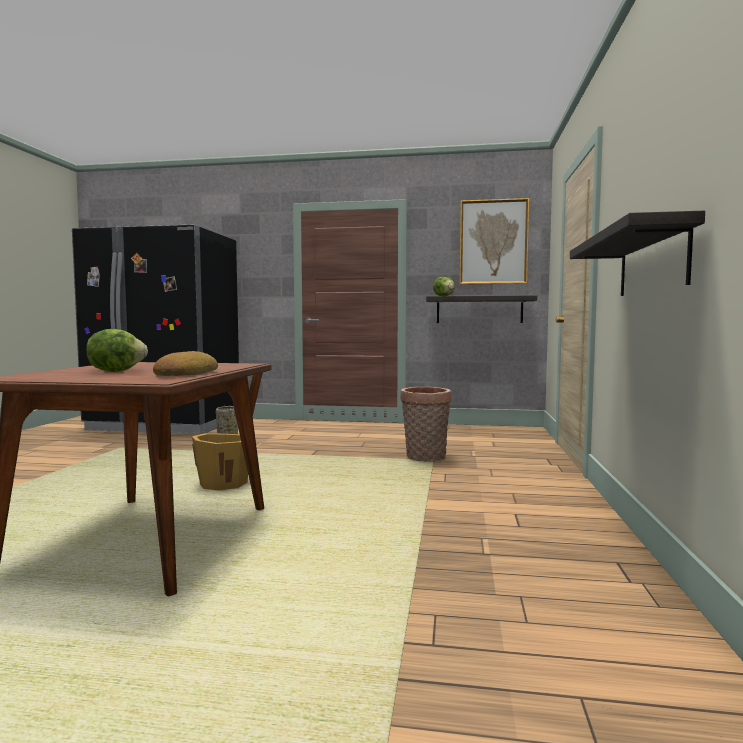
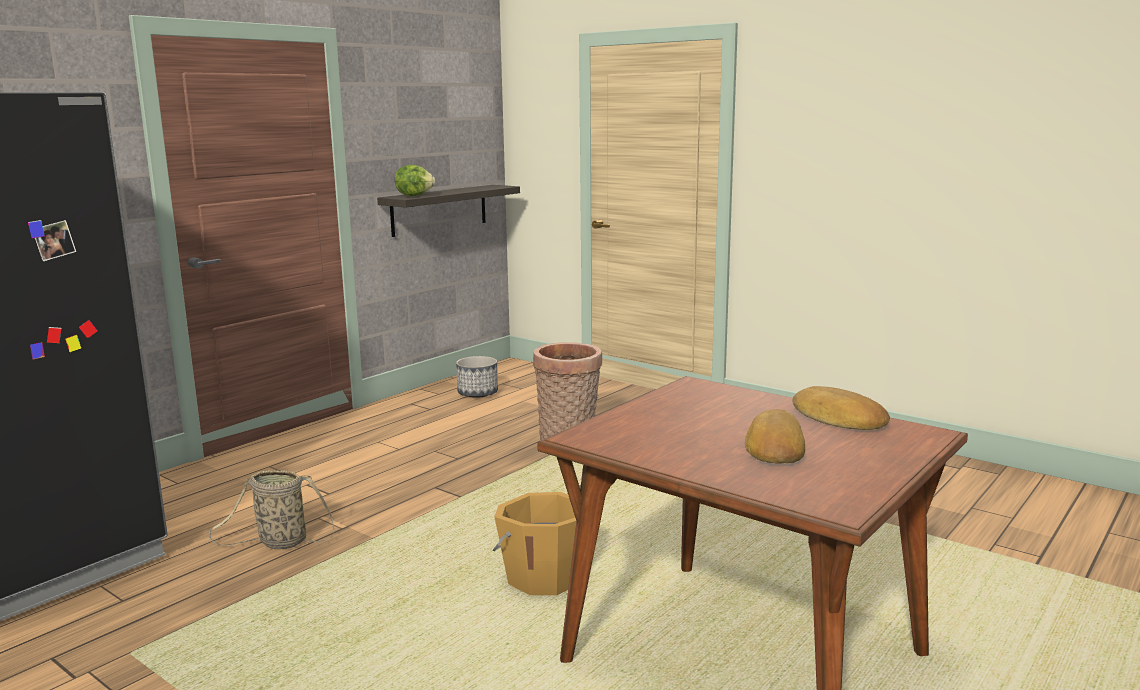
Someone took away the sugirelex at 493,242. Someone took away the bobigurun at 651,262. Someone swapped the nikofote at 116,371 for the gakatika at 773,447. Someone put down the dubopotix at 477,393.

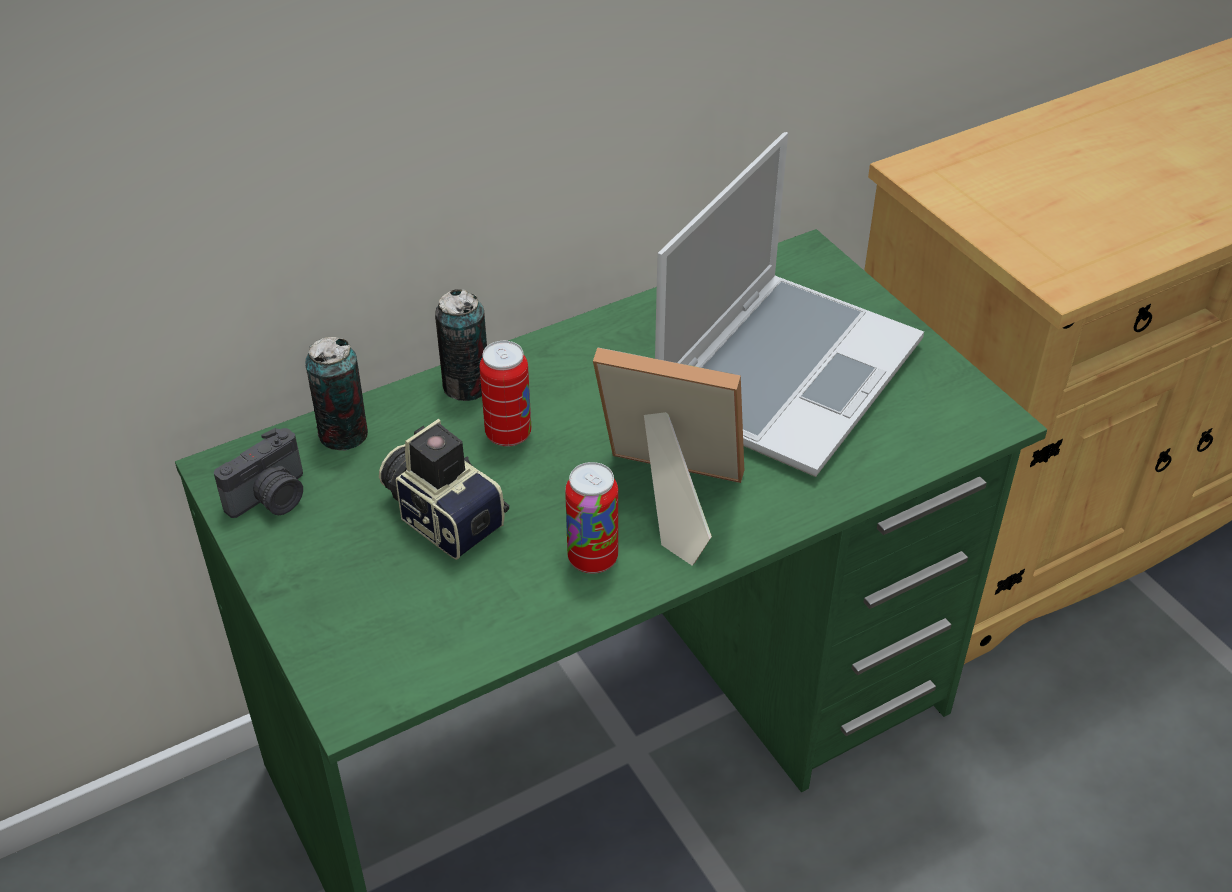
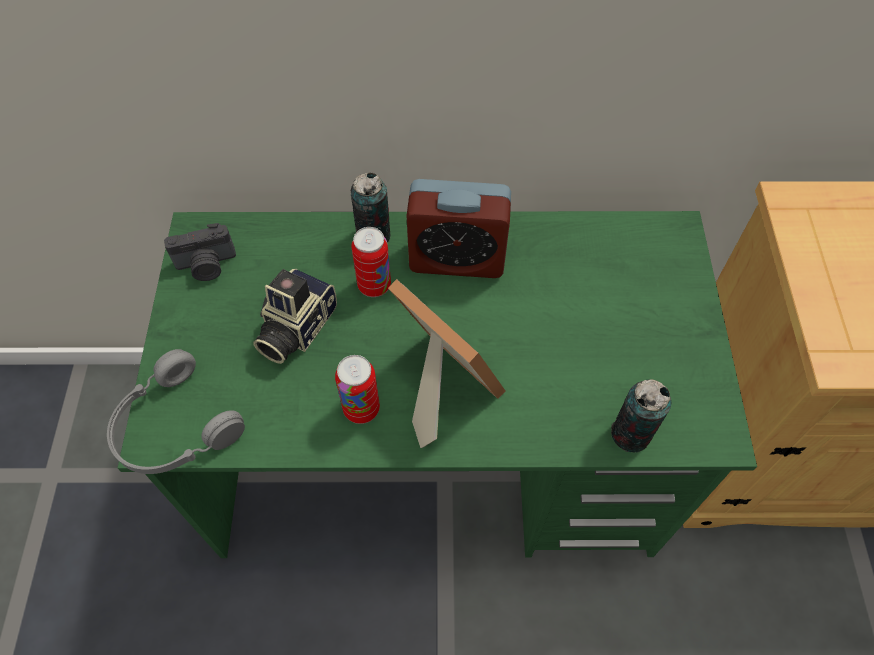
Someone took away the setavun at 786,373. Someone carried the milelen from 343,434 to 630,434. Someone rotated the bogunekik at 444,515 by 135 degrees counterclockwise. Someone put down the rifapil at 457,259. Someone put down the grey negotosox at 173,429.

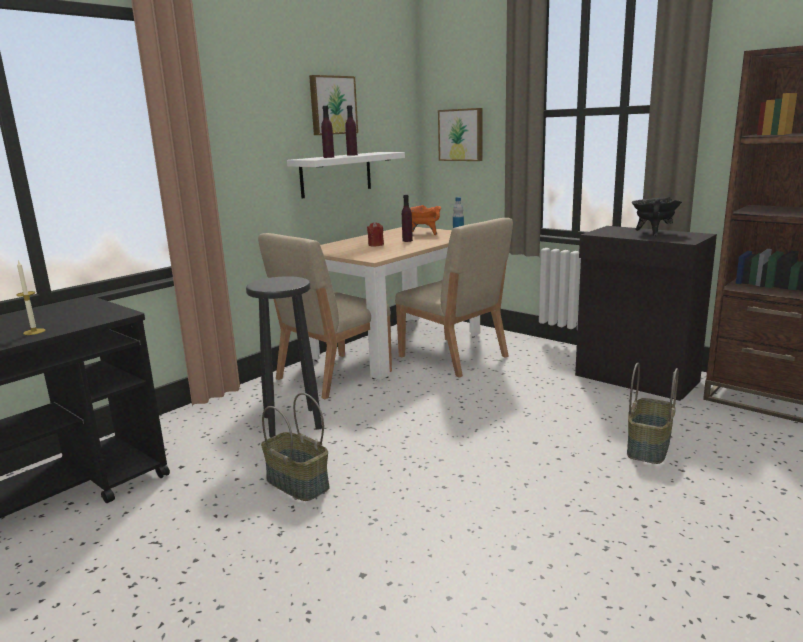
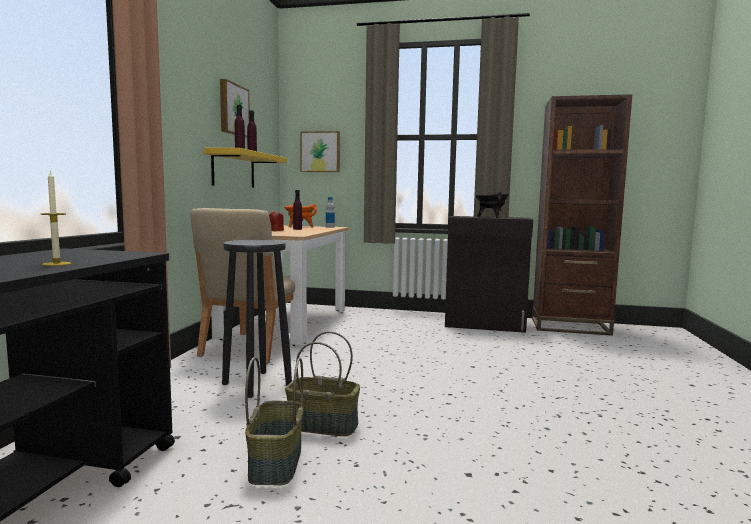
Someone repainted the white bobigurun at 336,174, which became the yellow bobigurun at 233,170. Someone took away the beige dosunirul at 453,357. Someone carried the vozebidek from 649,447 to 277,463.

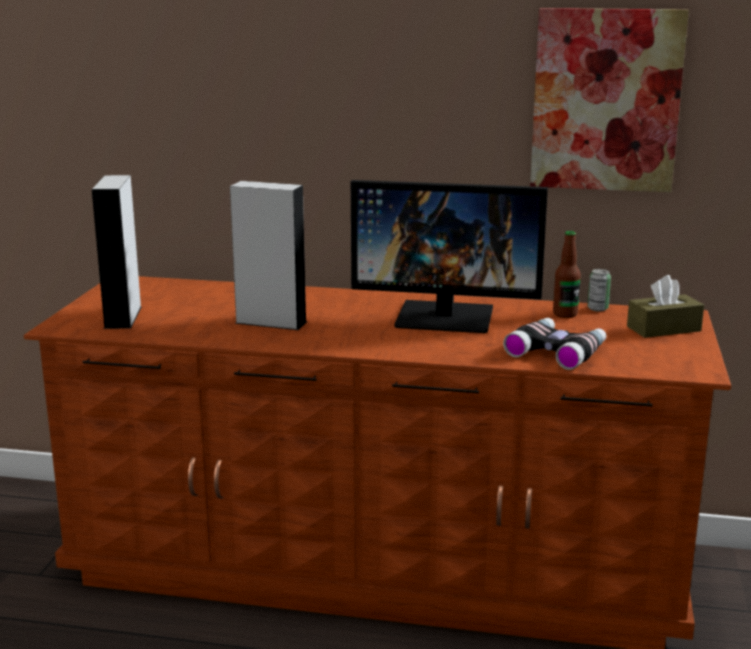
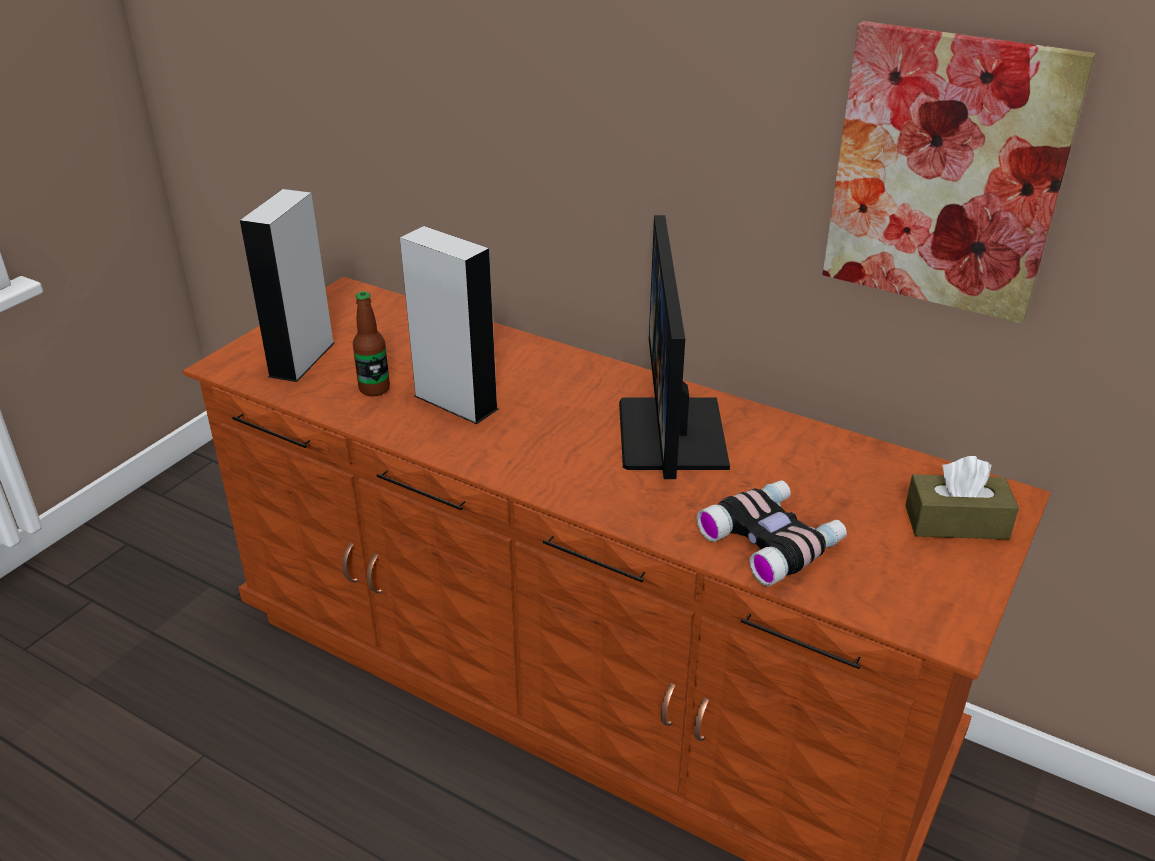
Someone rotated the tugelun at 446,317 by 60 degrees clockwise. Someone carried the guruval from 565,314 to 374,389. Someone took away the milelen at 597,309.

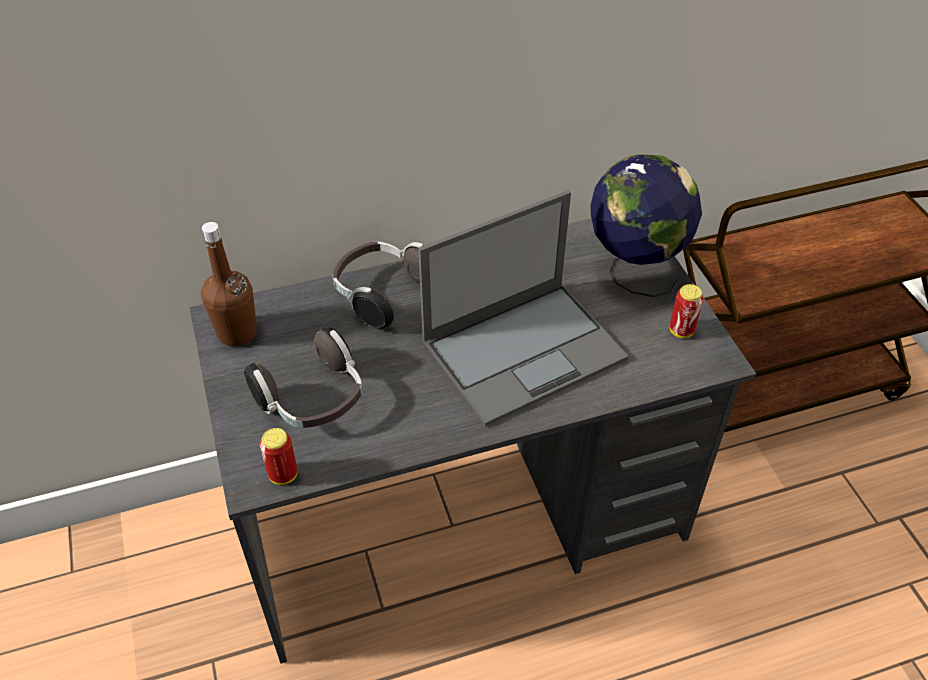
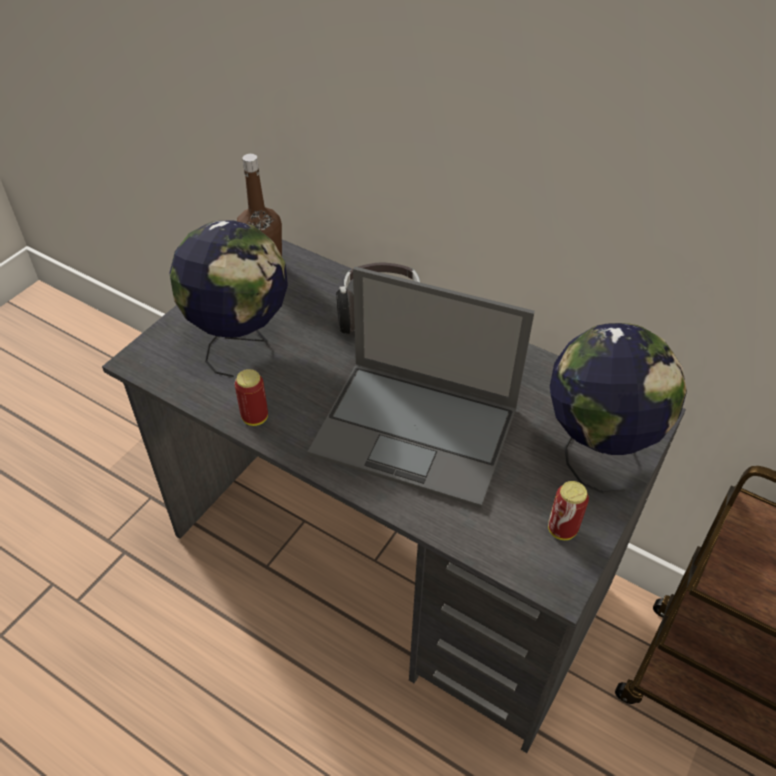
Someone swapped the negotosox at 313,400 for the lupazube at 240,343. Someone carried the milelen from 283,475 to 255,417.

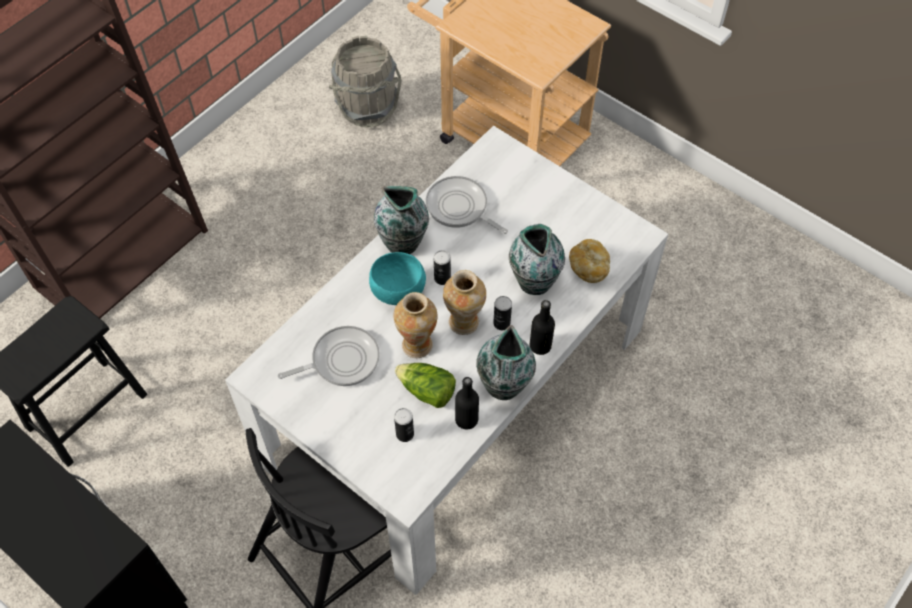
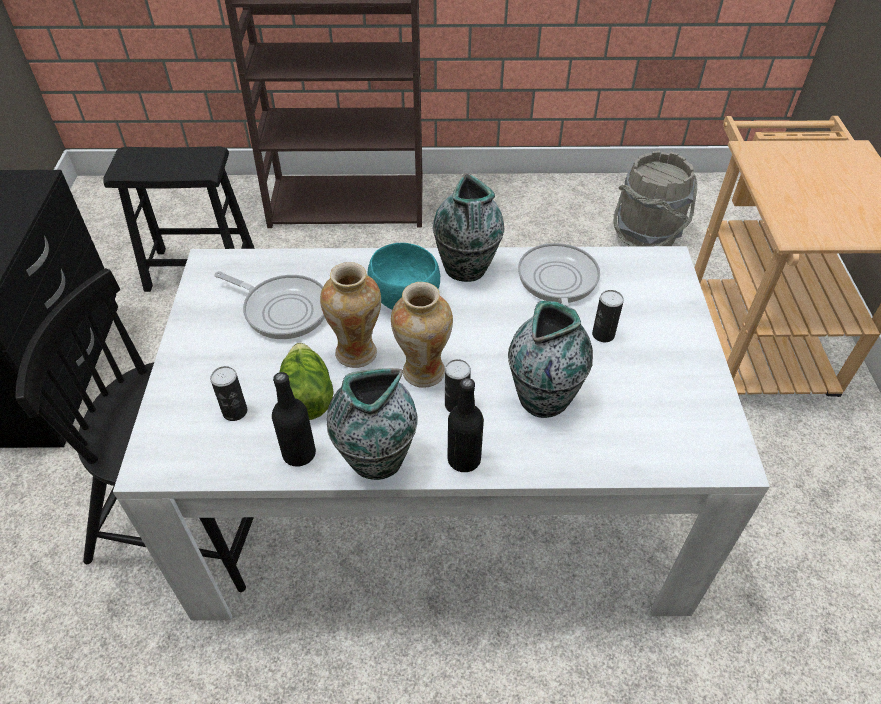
Someone took away the gakatika at 589,267. Someone carried the milelen from 442,278 to 603,334.

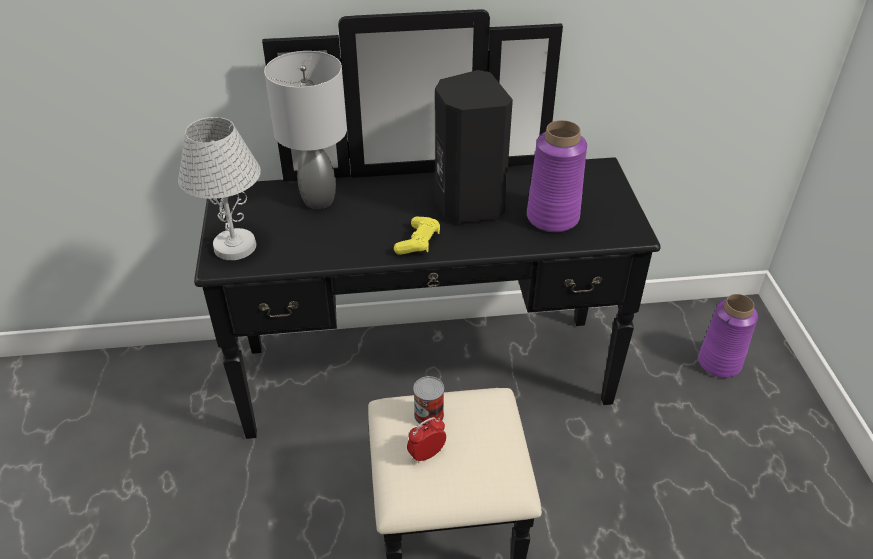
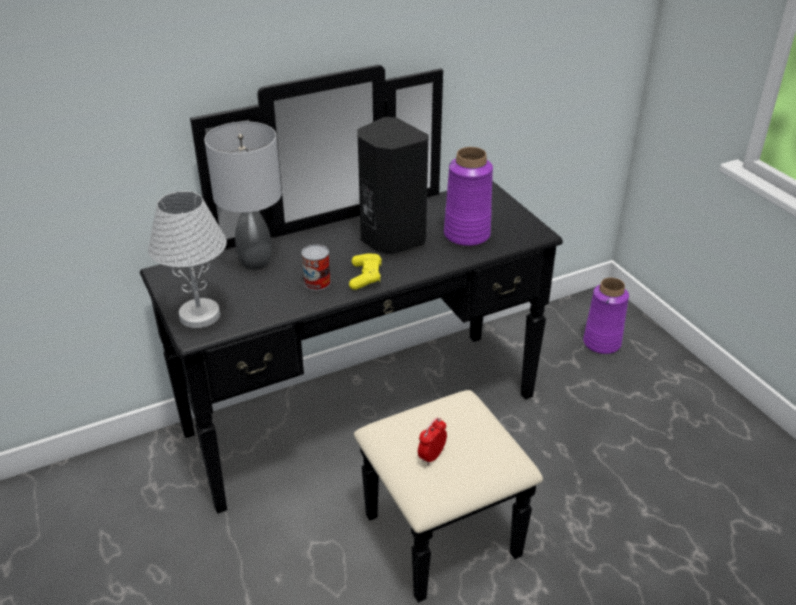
Someone carried the milelen from 429,415 to 317,282.

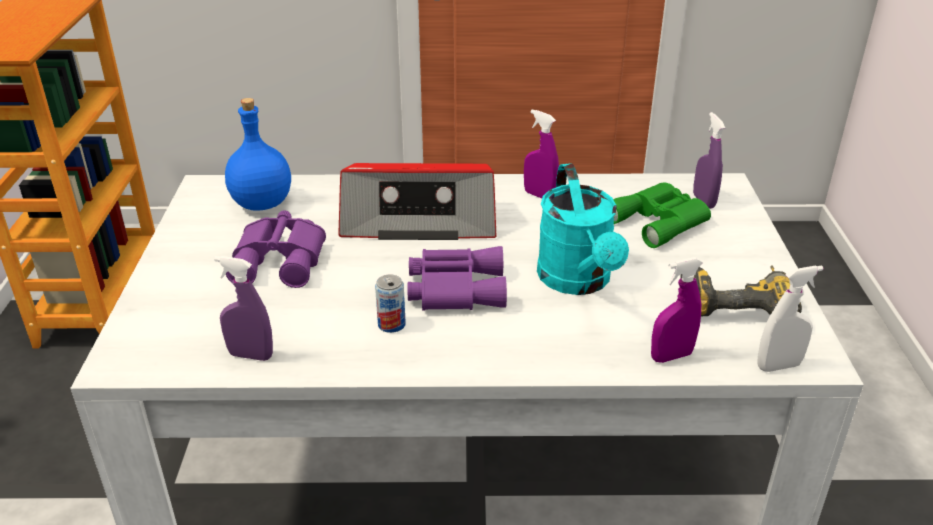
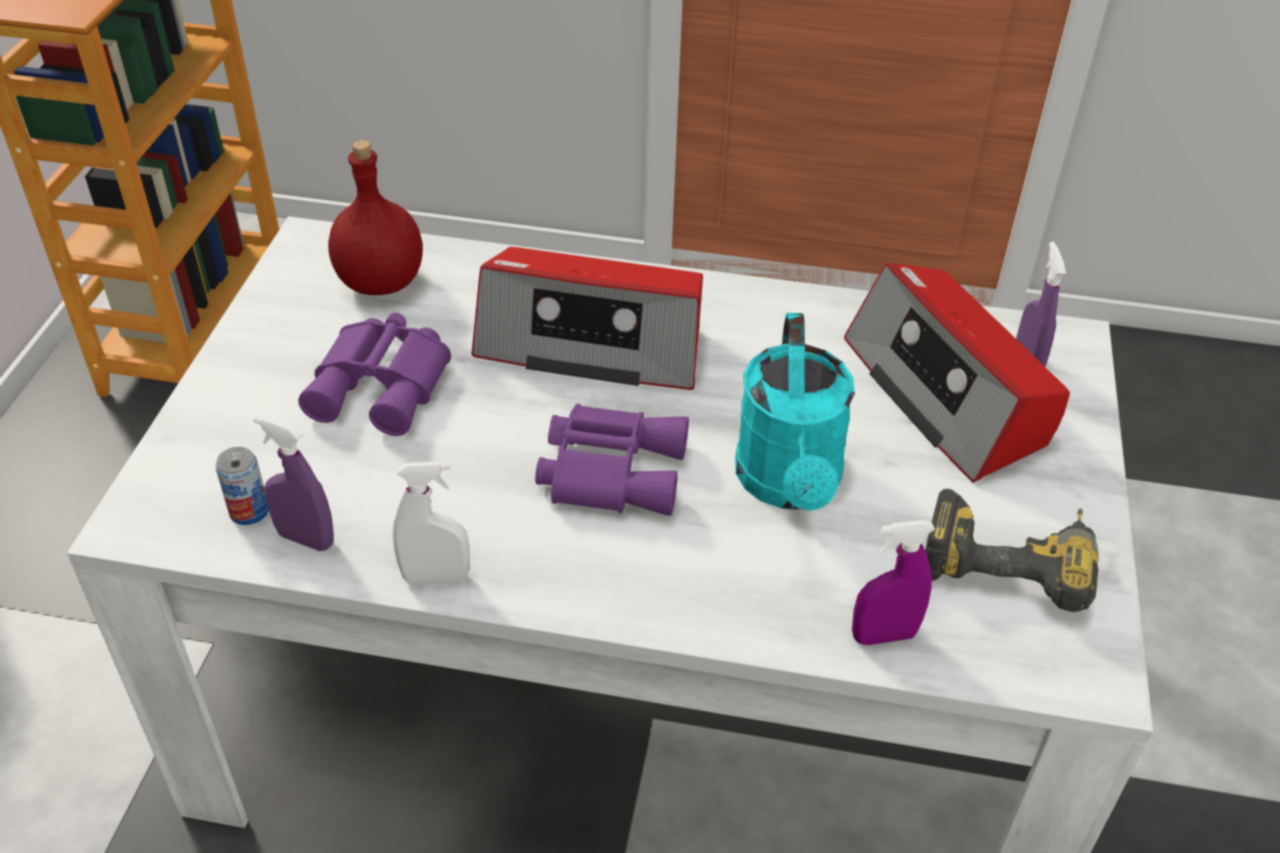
Someone repainted the blue guruval at 263,203, which became the red guruval at 382,282. Someone took away the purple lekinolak at 539,195. Someone swapped the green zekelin at 660,221 for the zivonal at 947,394. Someone carried the white lekinolak from 778,366 to 436,578. Someone carried the milelen from 391,324 to 249,511.

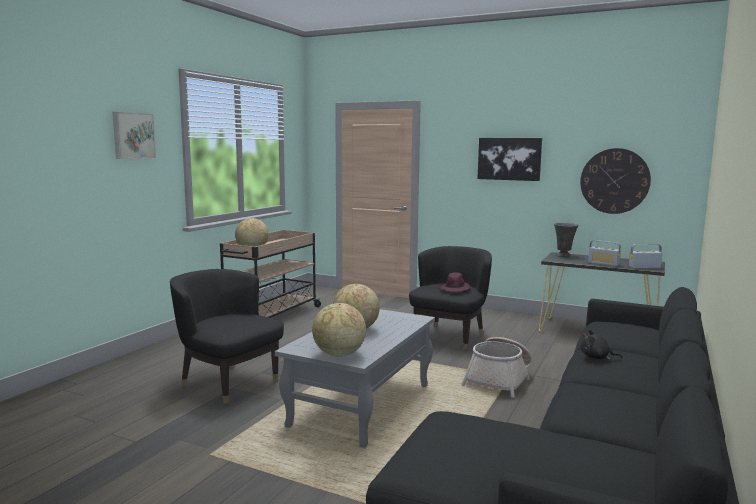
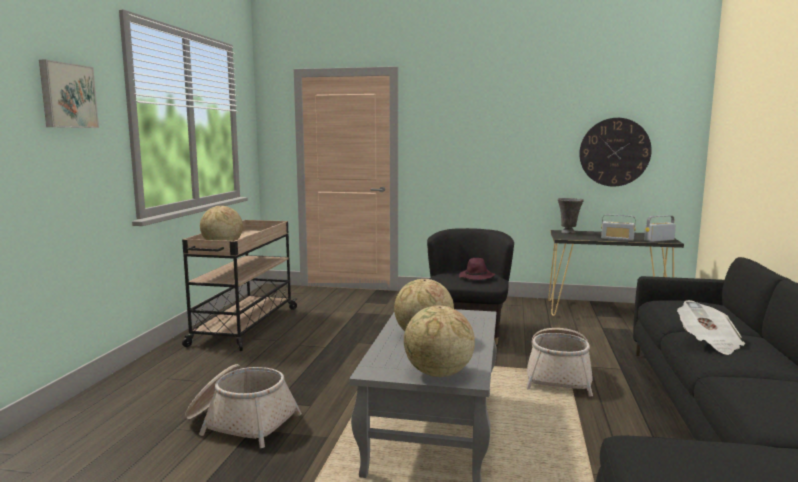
Someone took away the sugirelex at 509,159. Someone swapped the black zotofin at 228,382 for the vozebidek at 241,422. Someone swapped the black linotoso at 597,358 for the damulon at 709,343.

